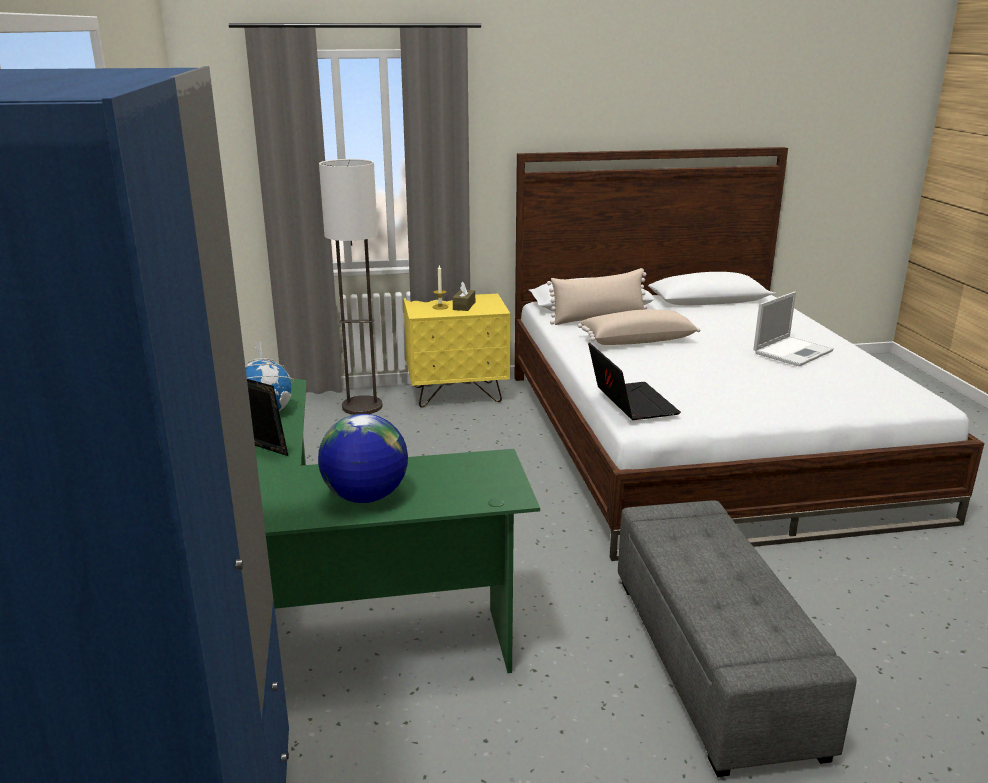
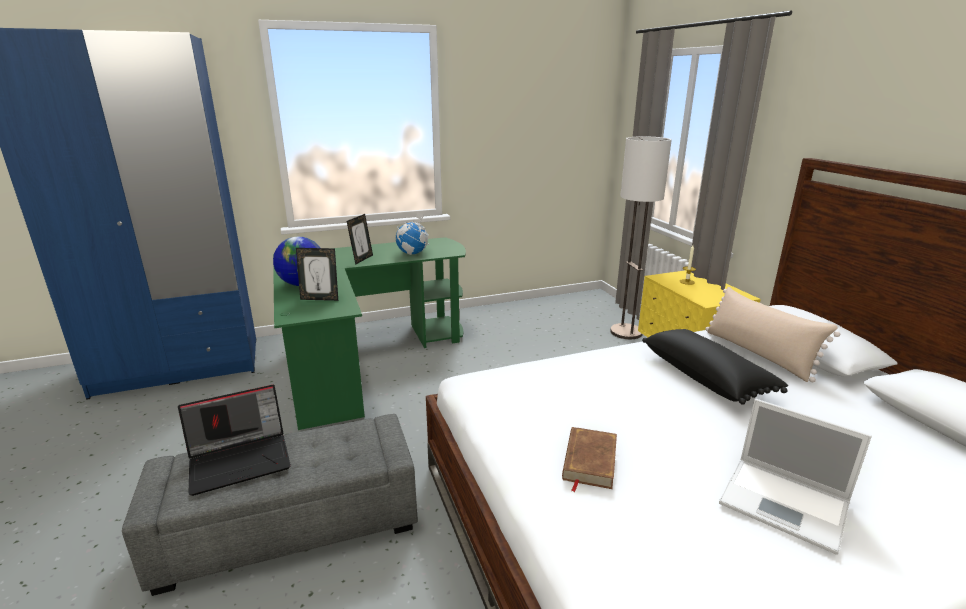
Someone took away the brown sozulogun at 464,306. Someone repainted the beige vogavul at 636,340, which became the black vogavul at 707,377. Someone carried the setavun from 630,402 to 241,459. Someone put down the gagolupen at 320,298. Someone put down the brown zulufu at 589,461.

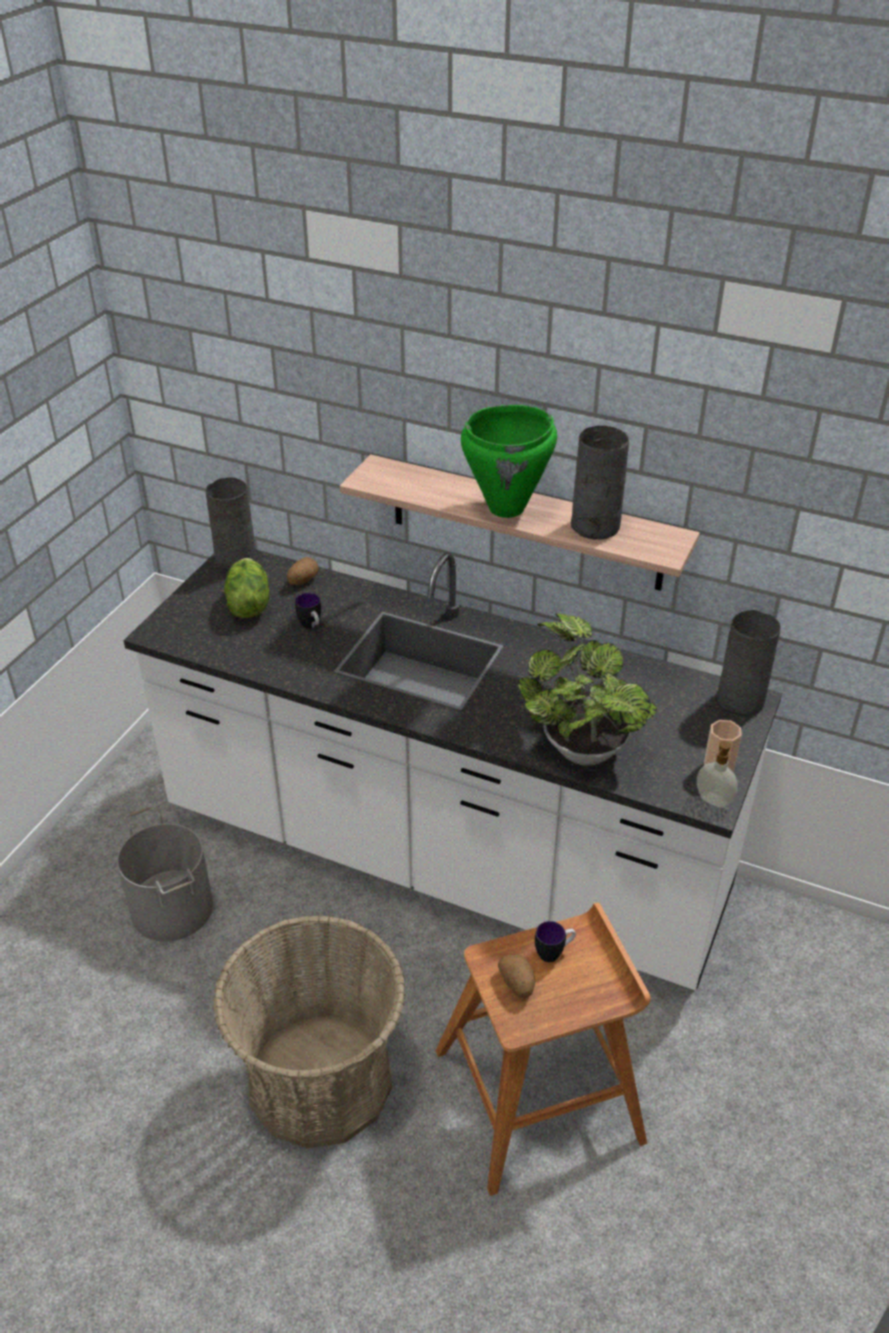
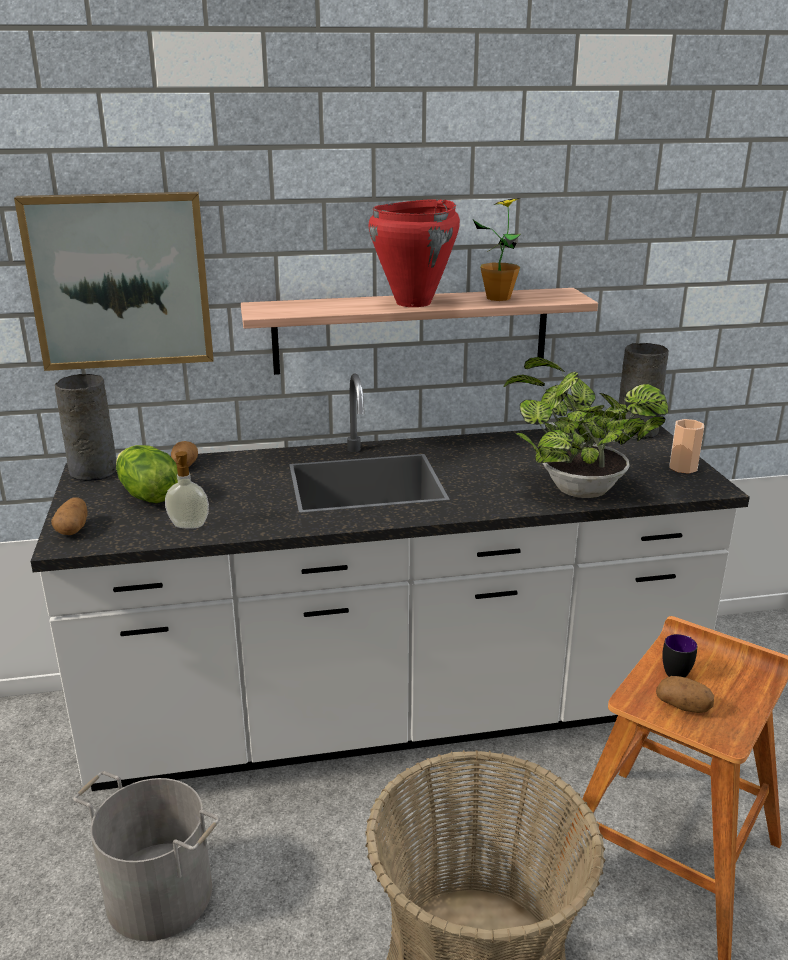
Someone repainted the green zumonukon at 507,508, which became the red zumonukon at 414,303. Someone swapped the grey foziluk at 594,527 for the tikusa at 498,298. Someone took away the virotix at 311,627. Someone carried the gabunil from 712,801 to 188,526. Someone put up the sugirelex at 120,281. Someone put down the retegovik at 73,529.

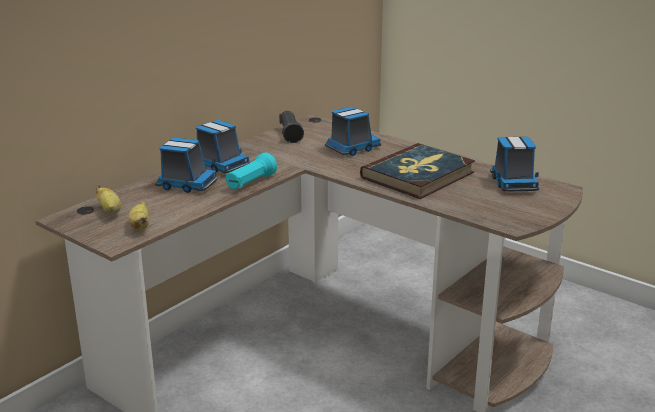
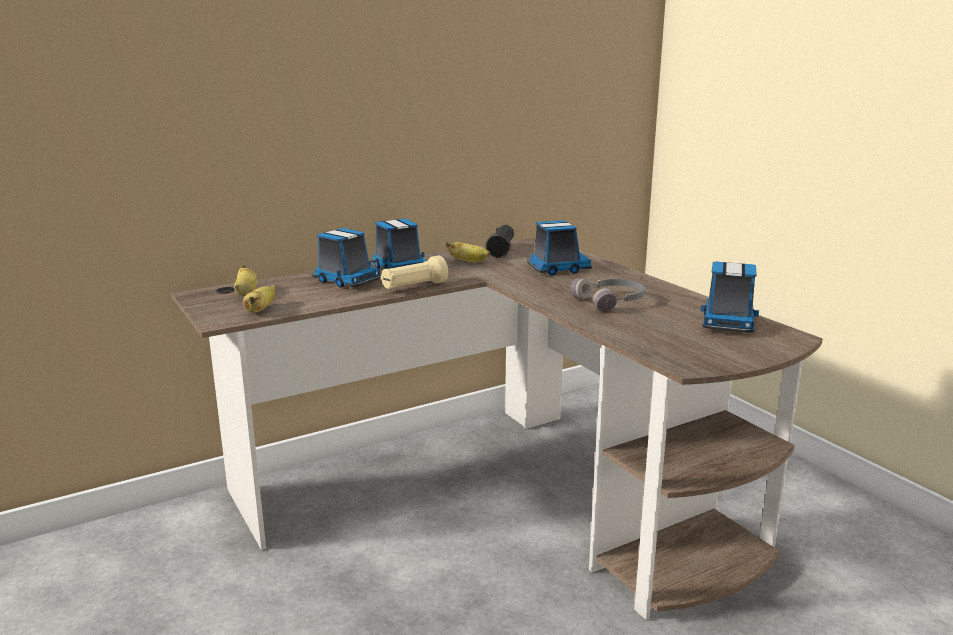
Someone swapped the zulufu at 418,175 for the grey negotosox at 611,301. Someone repainted the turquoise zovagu at 250,183, which became the beige zovagu at 414,287. Someone put down the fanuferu at 469,262.

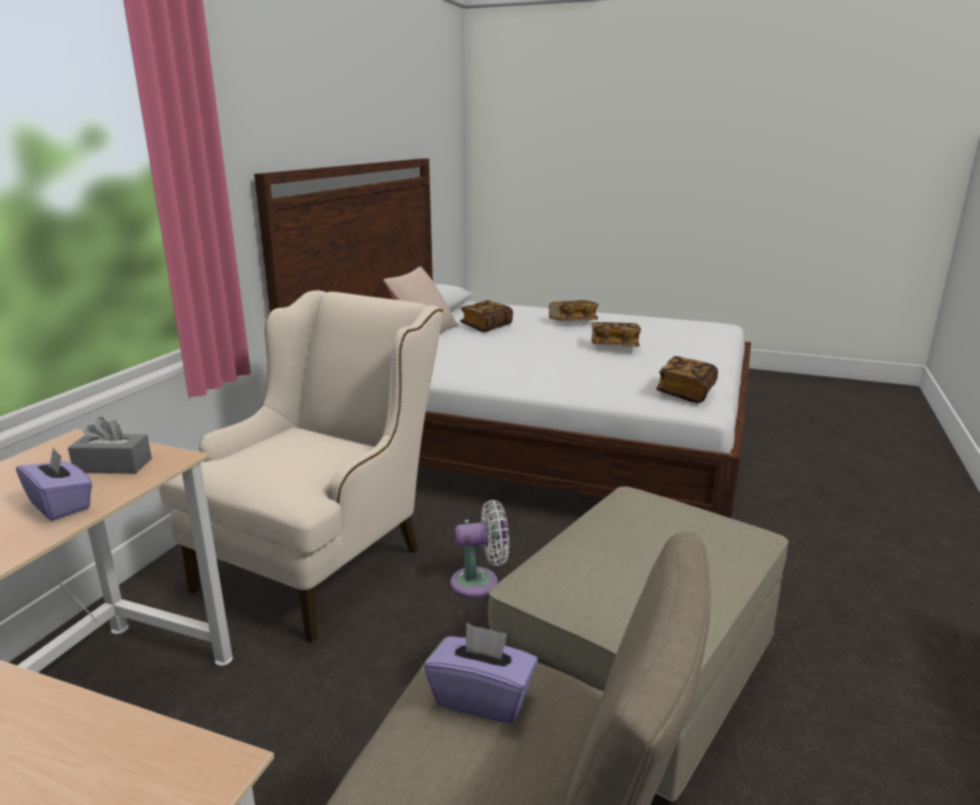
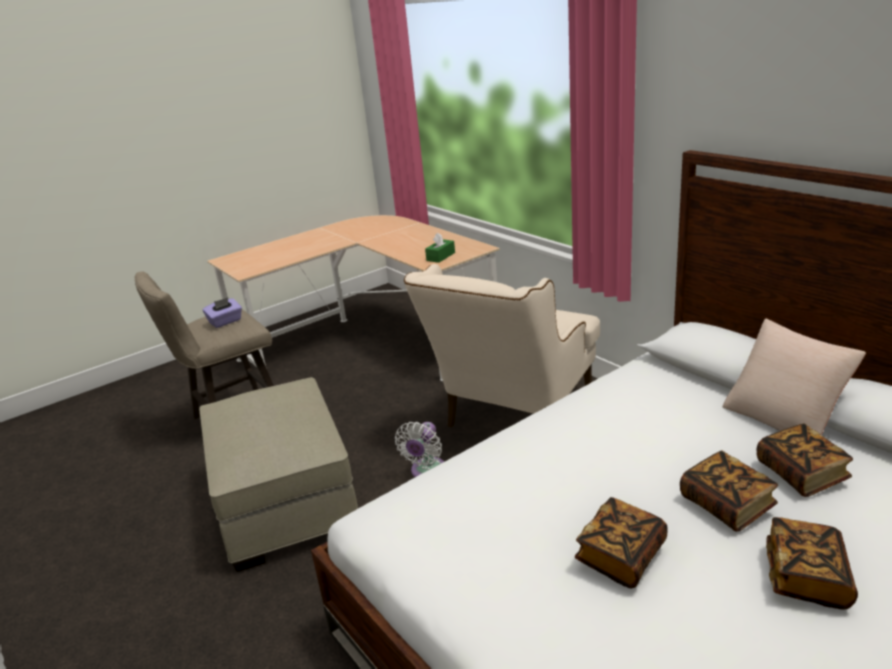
Someone rotated the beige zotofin at 325,557 by 60 degrees clockwise. Someone carried the zulufu from 686,392 to 726,505. Someone repainted the grey sozulogun at 113,465, which became the green sozulogun at 440,256. Someone took away the purple sozulogun at 61,505.

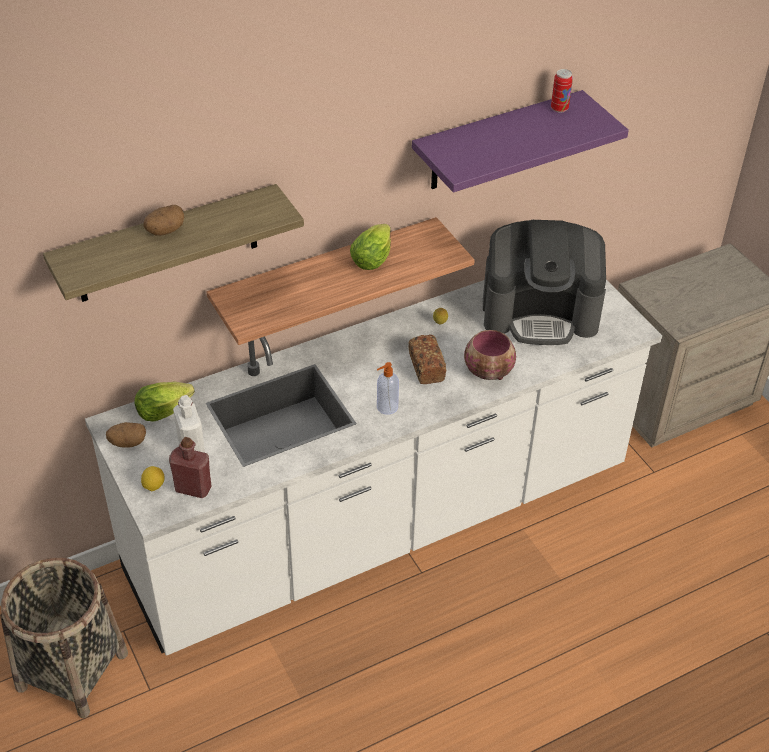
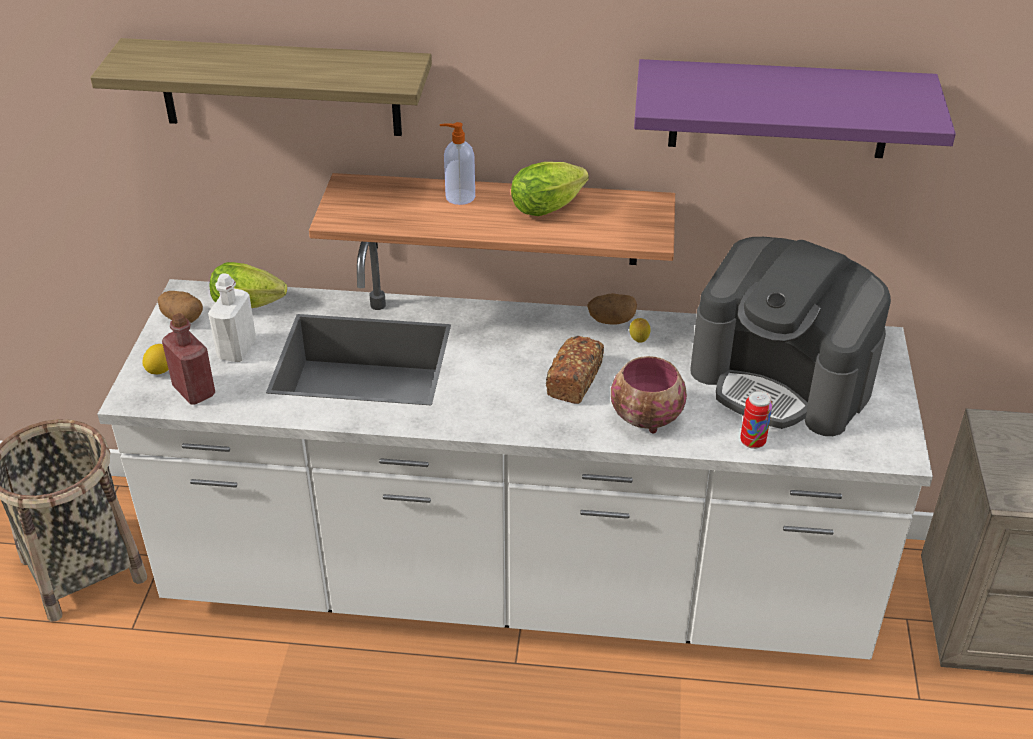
Someone carried the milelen from 559,108 to 752,442. Someone carried the retegovik from 165,231 to 611,320. Someone carried the gabunil from 386,407 to 459,197.

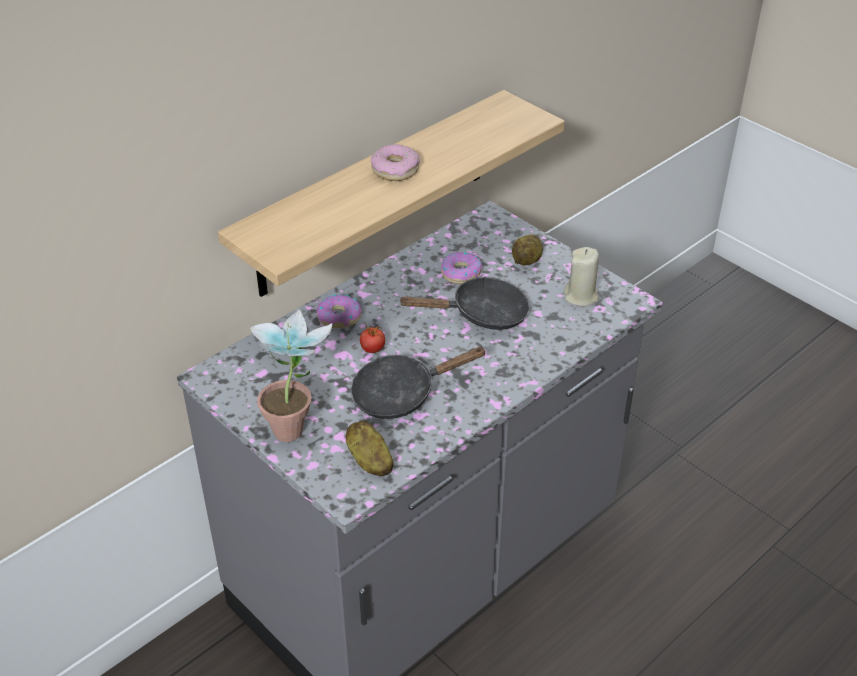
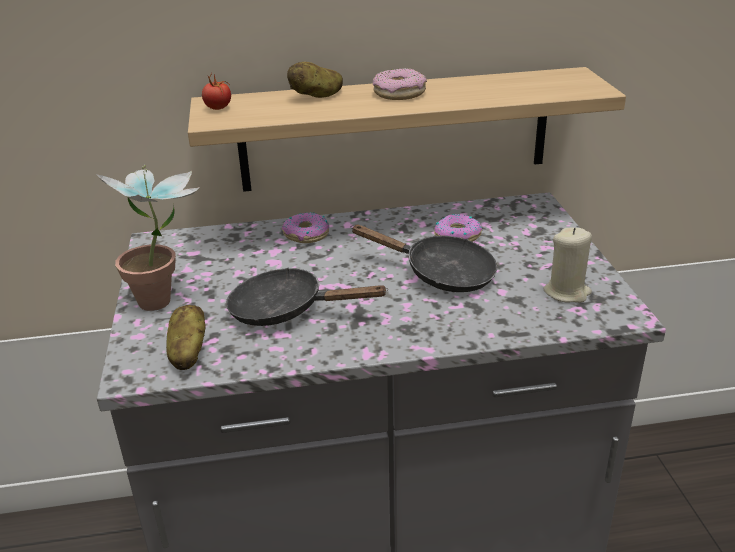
Someone carried the retegovik from 527,260 to 317,96. Someone carried the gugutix from 373,349 to 218,108.

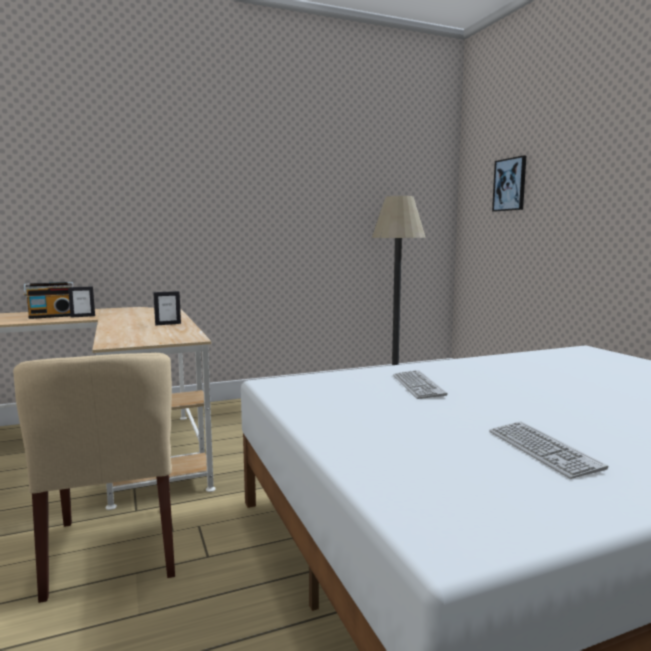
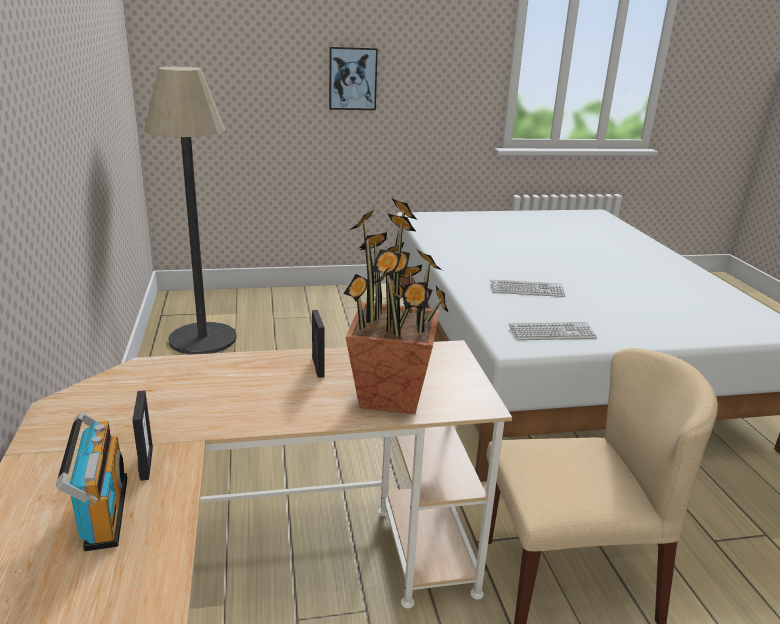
Someone carried the sugirelex from 510,184 to 352,78. Someone carried the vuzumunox from 542,450 to 552,333. Someone put down the tikusa at 391,397.

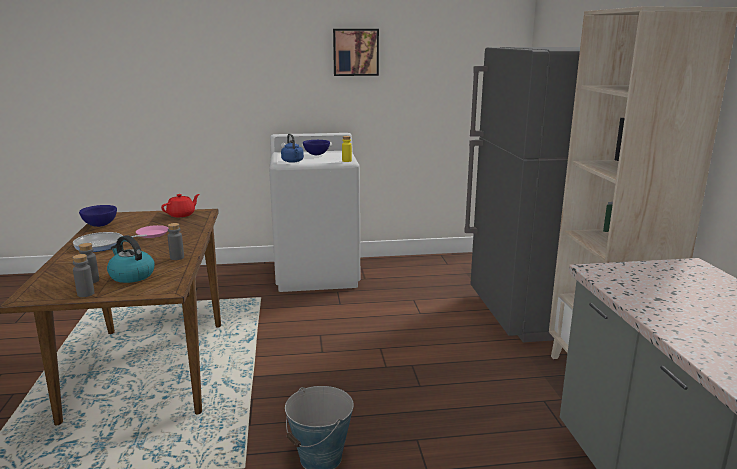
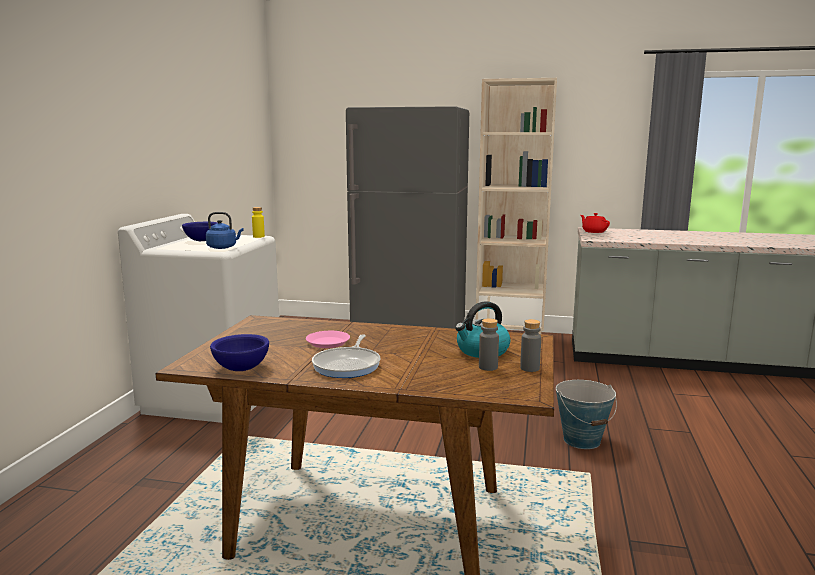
Someone took away the sugirelex at 355,52. Someone carried the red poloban from 182,214 to 594,231. Someone took away the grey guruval at 177,257.

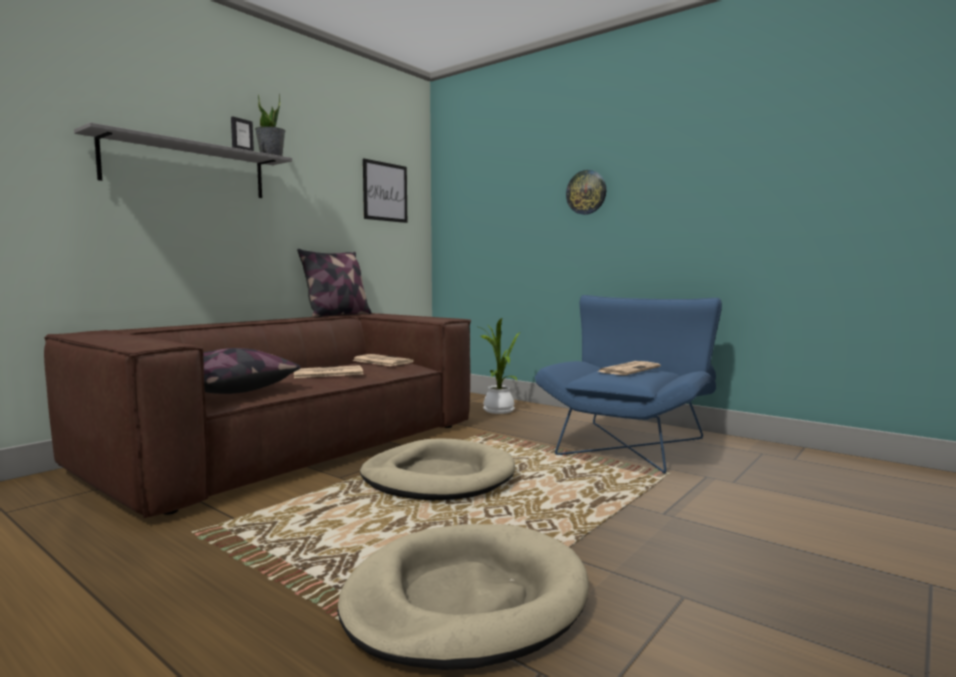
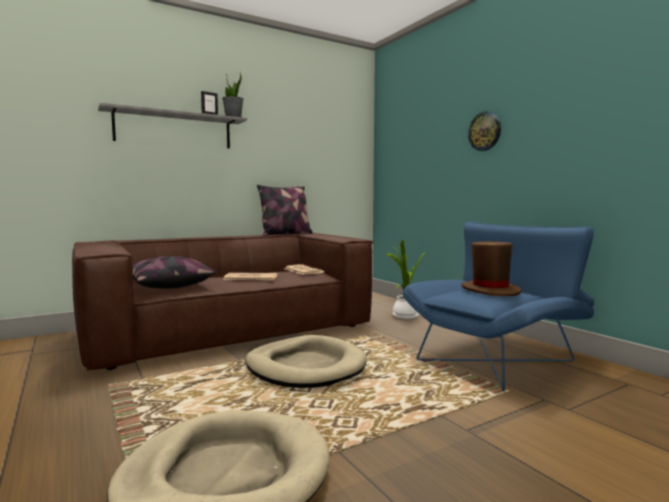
Someone took away the sugirelex at 385,192. Someone swapped the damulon at 629,369 for the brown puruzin at 490,290.

